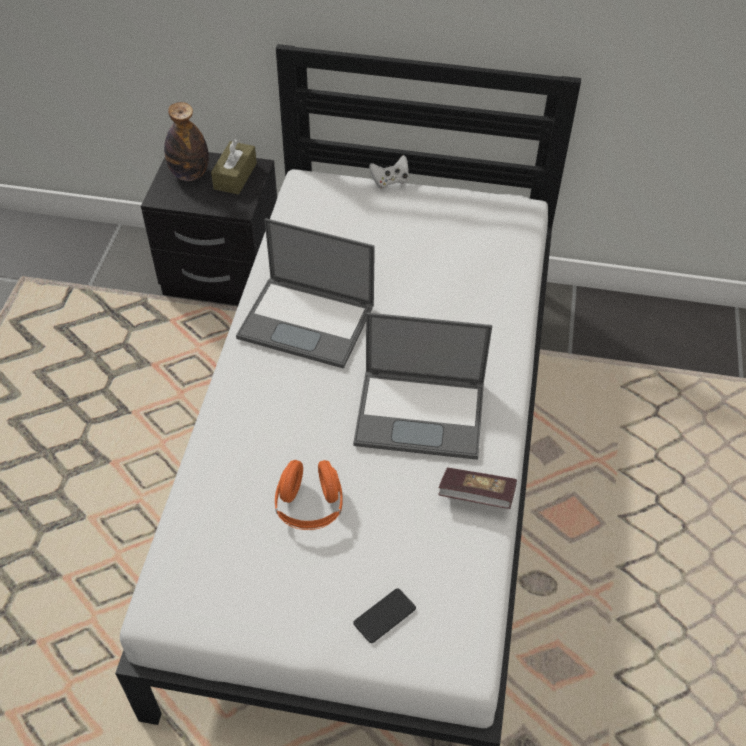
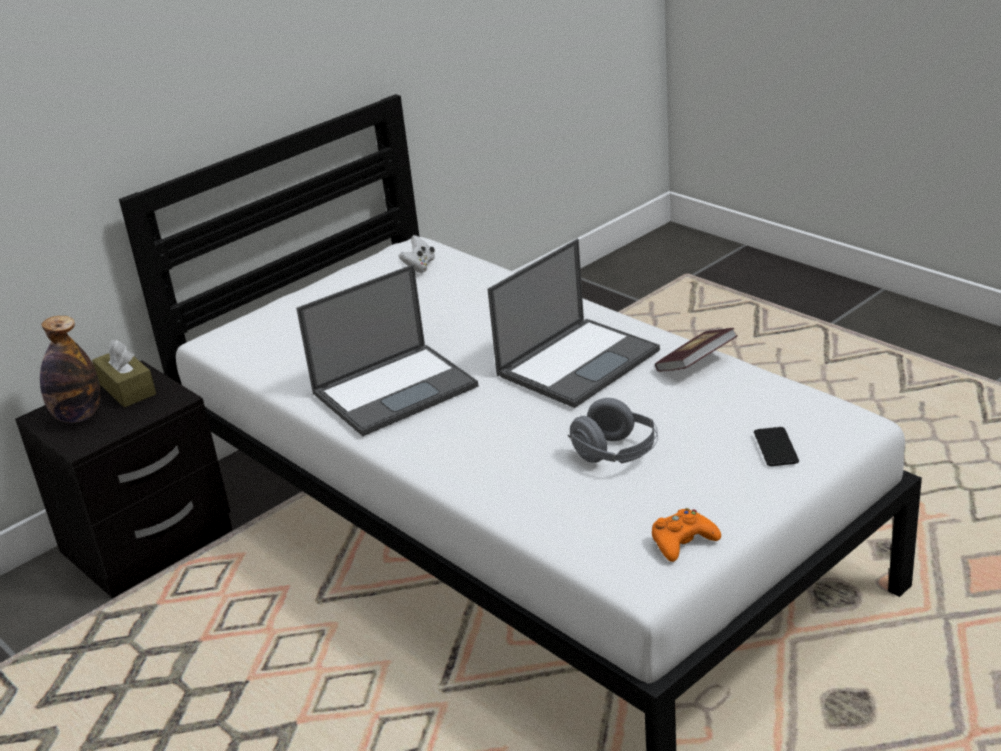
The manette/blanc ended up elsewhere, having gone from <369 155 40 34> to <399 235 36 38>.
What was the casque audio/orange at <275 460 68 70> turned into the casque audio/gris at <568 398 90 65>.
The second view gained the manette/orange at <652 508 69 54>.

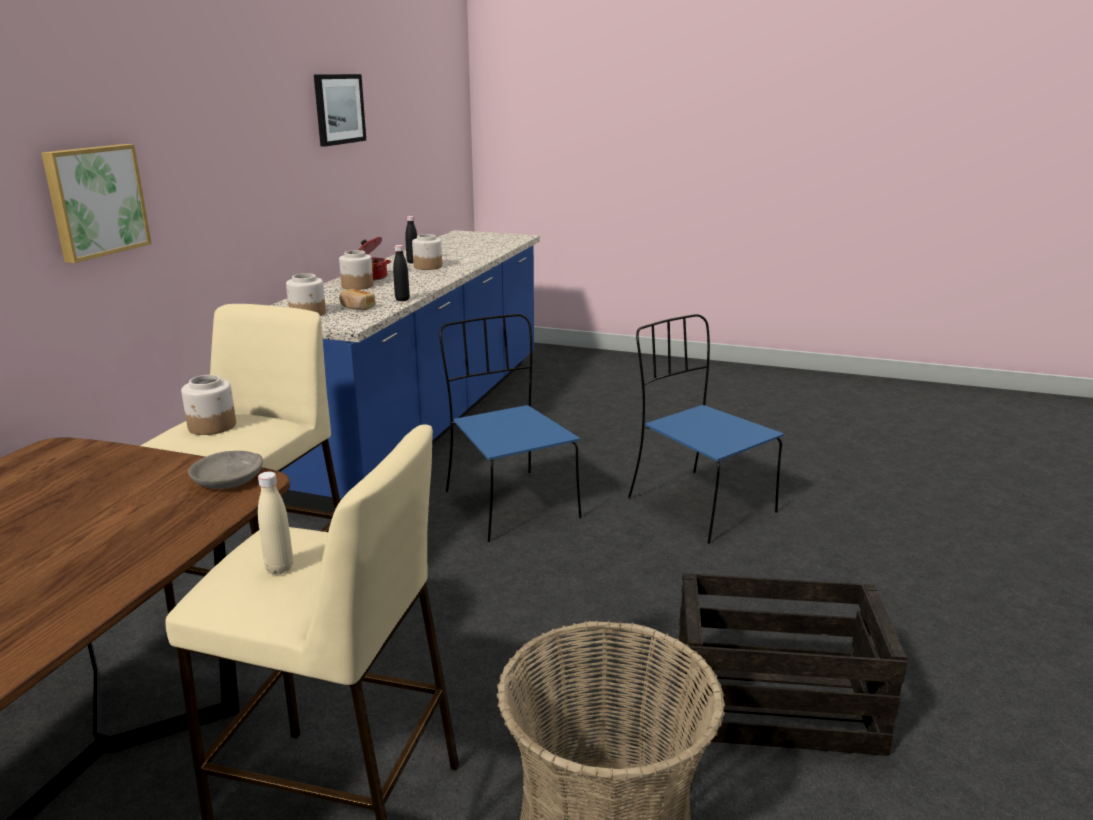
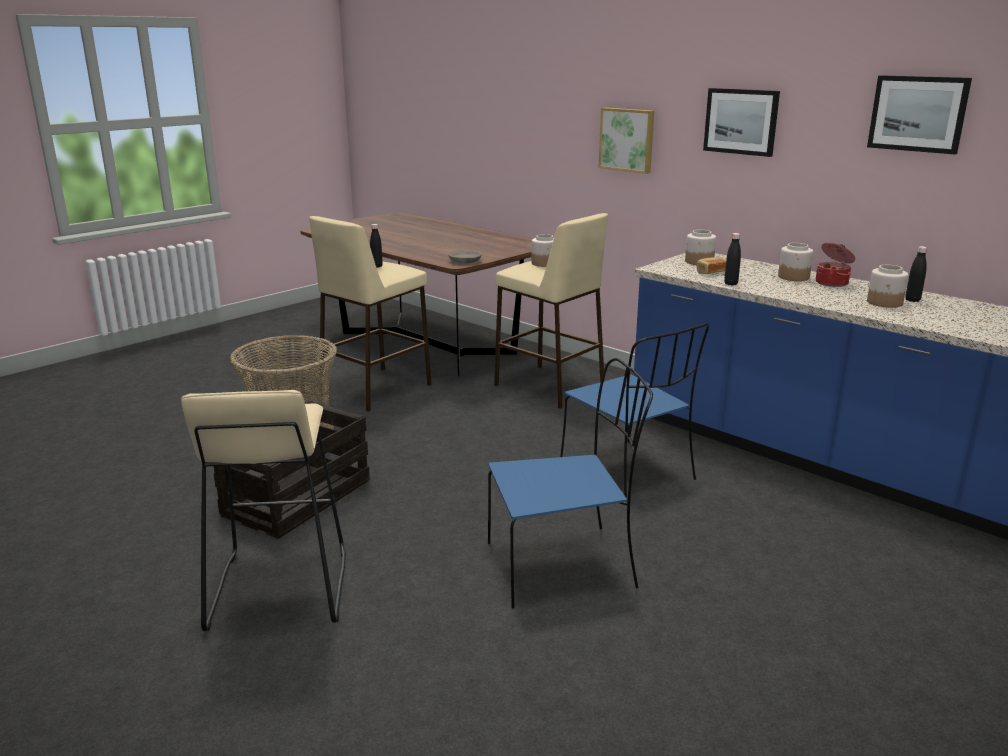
The chaise/bleu at <439 314 143 228> ended up facing another way, 60 degrees clockwise from before.
What was the bouteille/beige at <258 472 35 102> turned into the bouteille/noir at <370 224 13 44>.
The second view gained the tableau at <703 88 77 69>.
The second view gained the tabouret/beige at <181 390 165 241>.

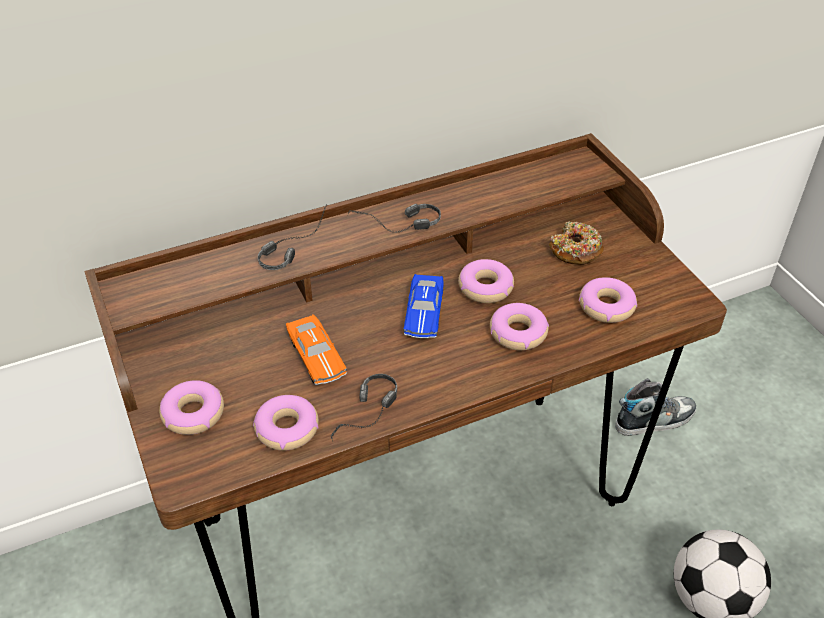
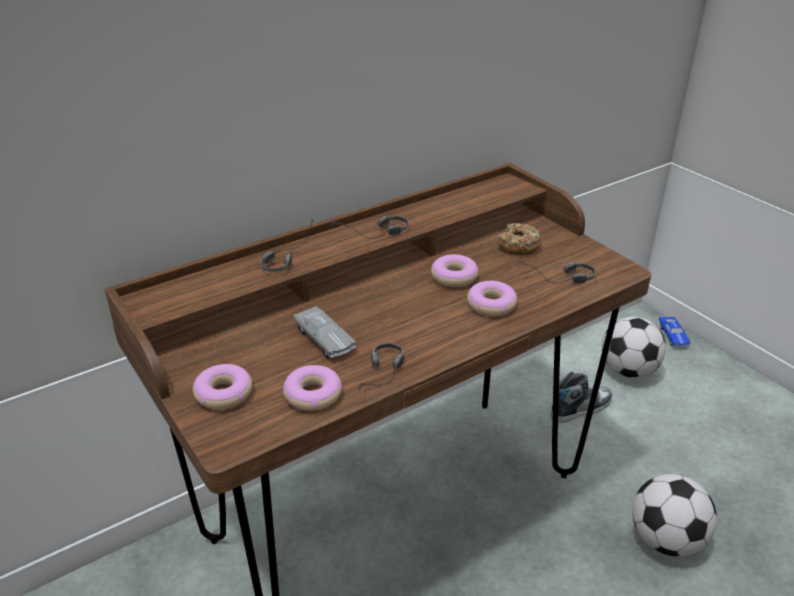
The petite voiture/bleu ended up elsewhere, having gone from <404 274 40 64> to <659 317 31 30>.
Where the beignet stood at <579 277 58 46>, the casque audio came to stand at <517 261 79 23>.
What was the petite voiture/orange at <286 314 61 71> turned into the petite voiture/gris at <293 306 63 52>.
The second view gained the ballon de foot at <602 317 64 61>.

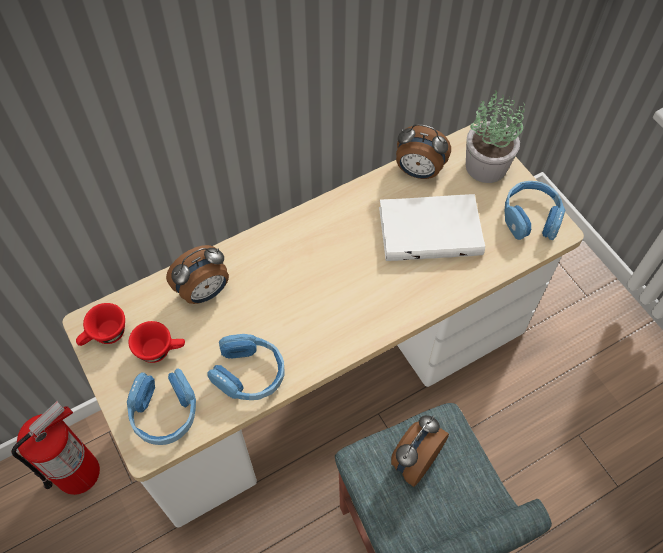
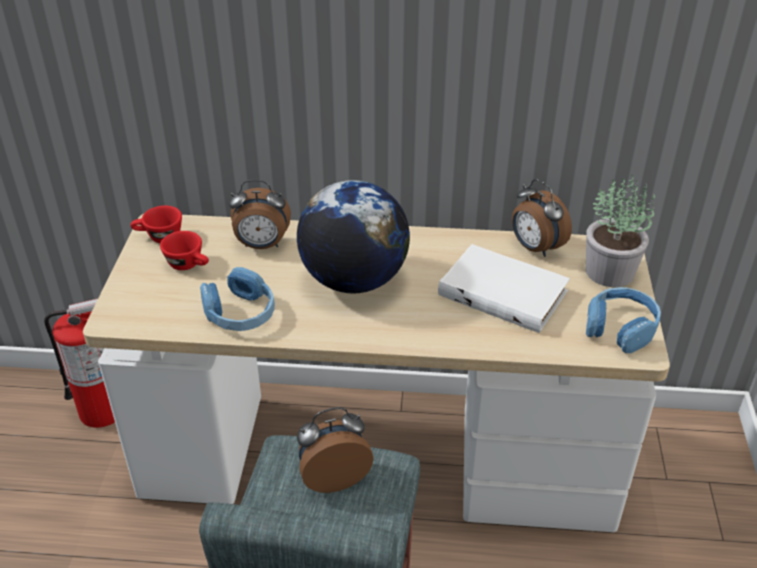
The second view lost the casque audio/bleu at <127 368 69 77>.
The second view gained the globe at <297 180 113 113>.

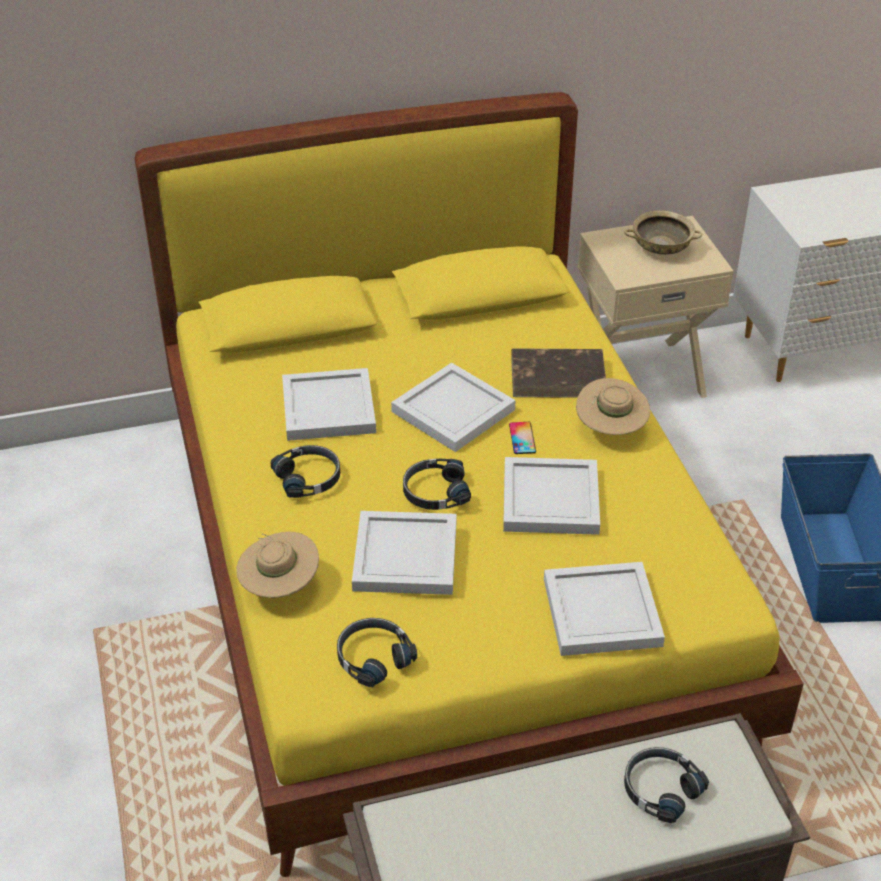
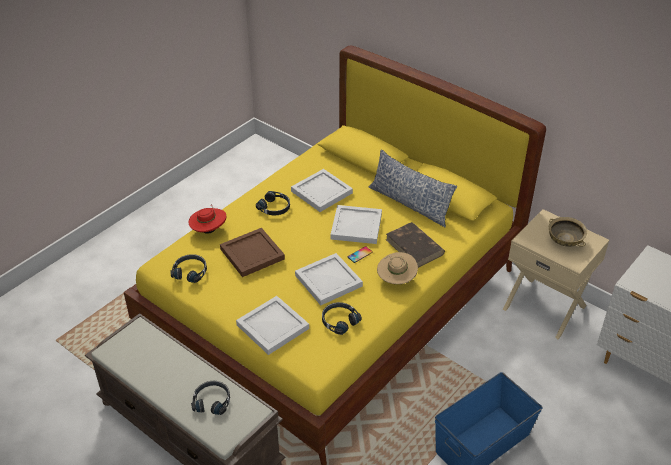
The casque audio/noir ended up elsewhere, having gone from <403 459 68 51> to <322 302 40 33>.
What was the plateau/blanc at <352 511 105 84> turned into the plateau/marron at <220 228 65 49>.
What was the chapeau/beige at <236 532 83 66> turned into the chapeau/rouge at <188 204 38 30>.
The second view gained the coussin at <368 149 89 78>.

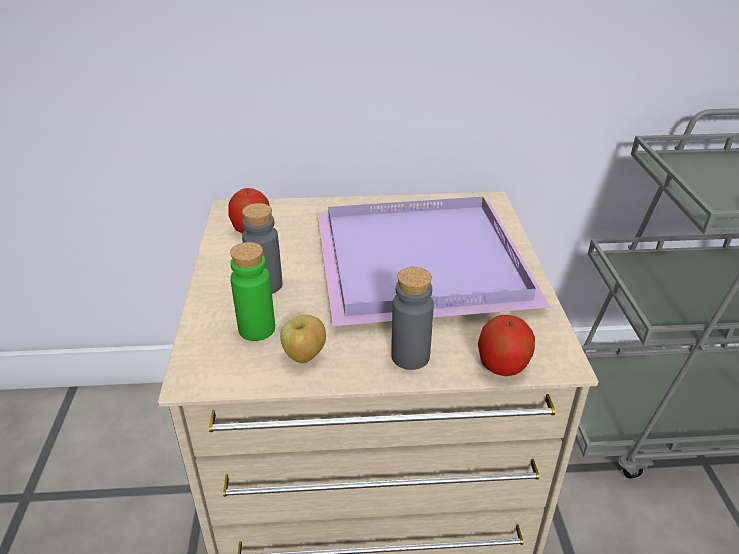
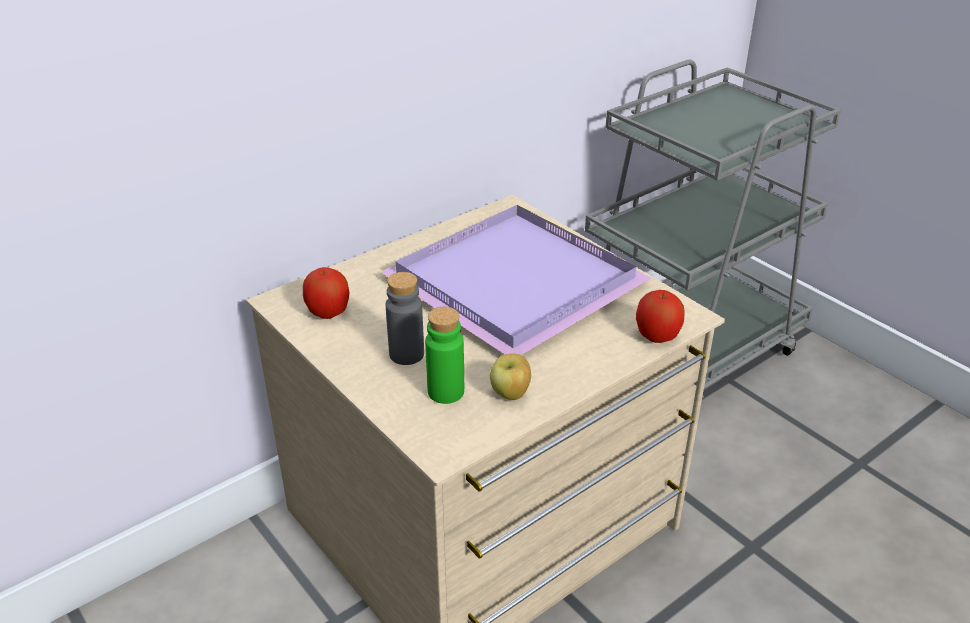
The second view lost the bouteille/gris at <391 267 43 103>.

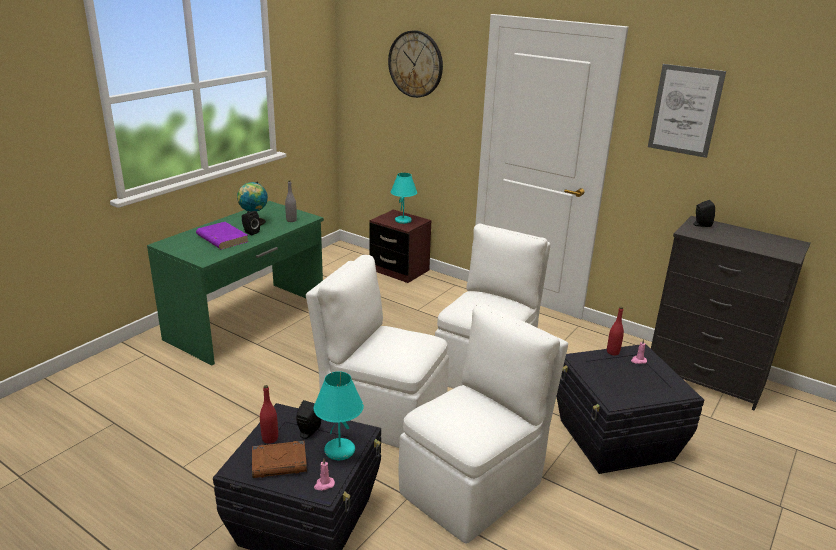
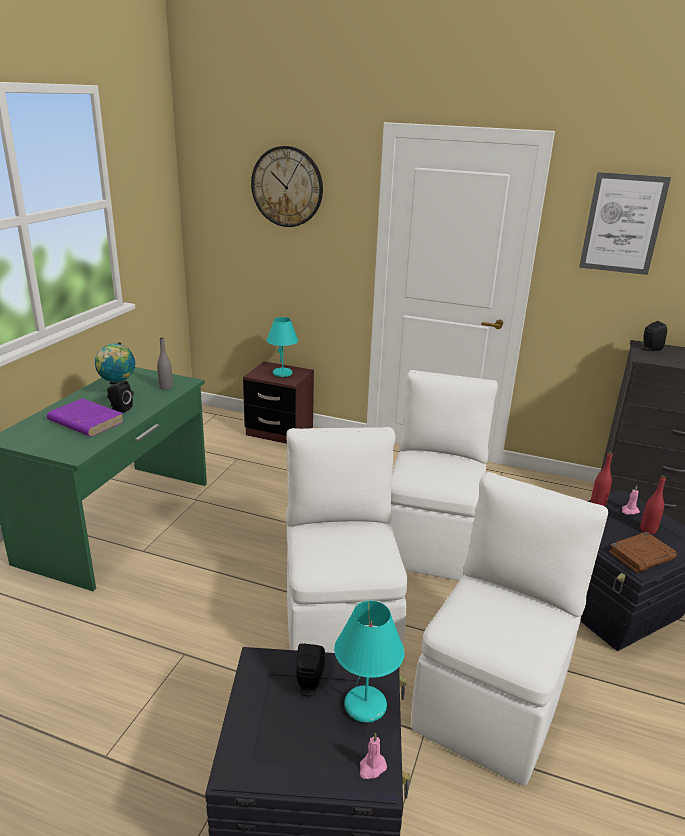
The chaise/blanc at <306 255 143 193> ended up facing another way, 75 degrees clockwise from before.
The bouteille/rouge ended up elsewhere, having gone from <260 385 18 59> to <640 475 26 59>.
The livre/marron ended up elsewhere, having gone from <252 441 55 37> to <609 532 68 41>.

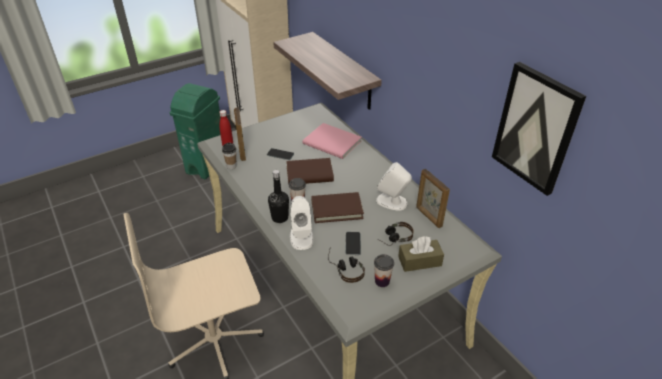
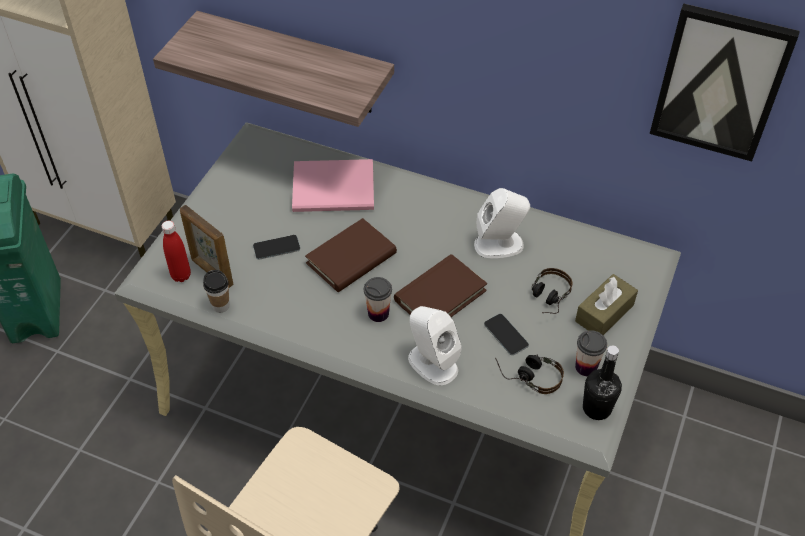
The second view lost the cadre photo at <416 169 34 59>.
The bouteille/noir ended up elsewhere, having gone from <268 170 21 53> to <583 346 39 74>.

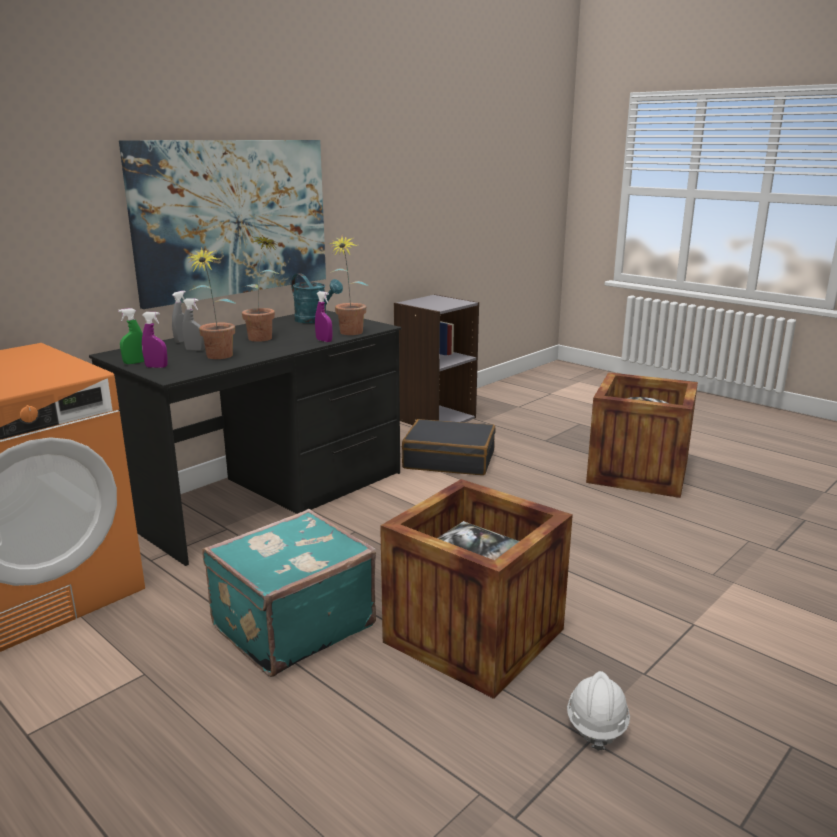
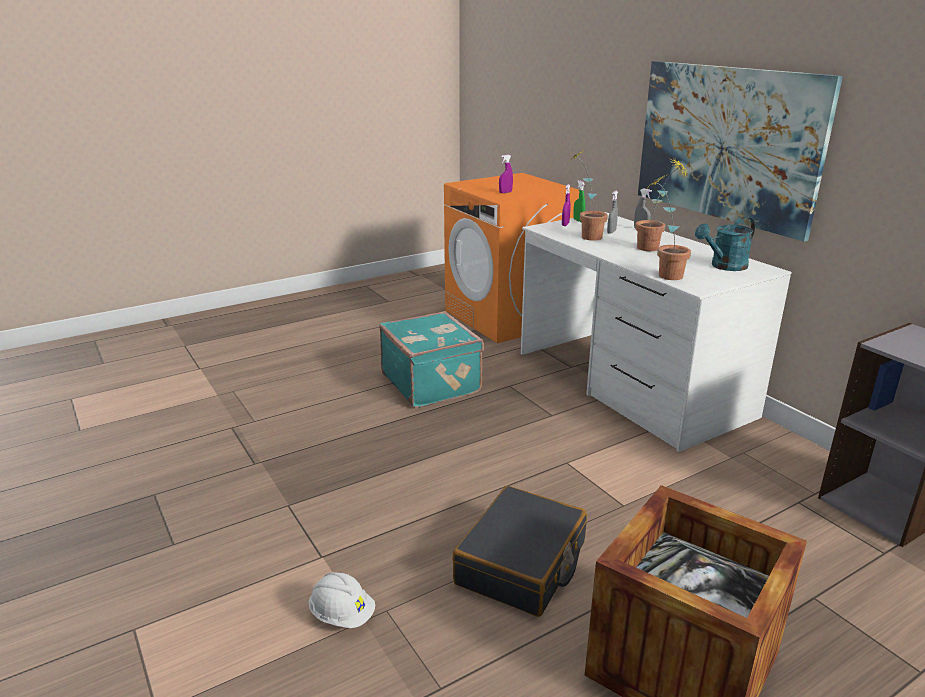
The vaporisateur/violet ended up elsewhere, having gone from <315 291 17 51> to <499 155 14 38>.
What was the bureau/noir at <89 310 312 256> turned into the bureau/blanc at <521 212 271 240>.
The valise/noir ended up elsewhere, having gone from <402 419 94 56> to <452 486 135 131>.
The second view lost the caisse at <380 479 193 220>.
The casque de chantier/blanc ended up elsewhere, having gone from <567 671 63 80> to <308 572 67 56>.

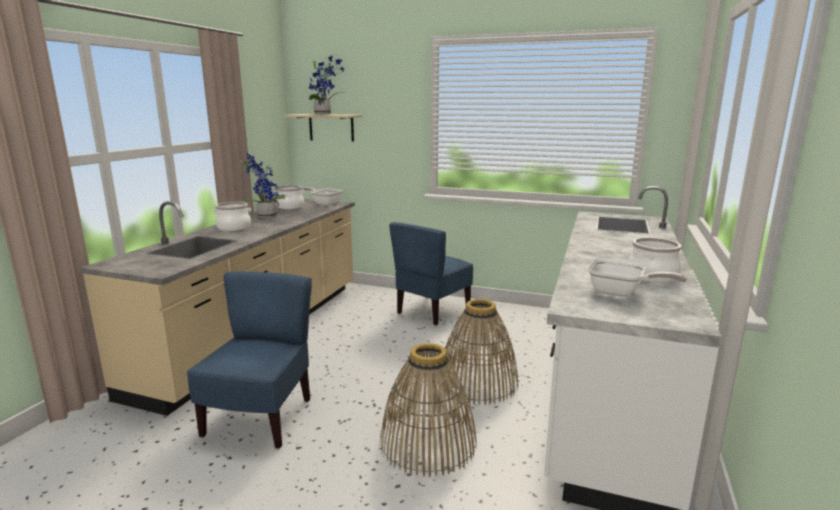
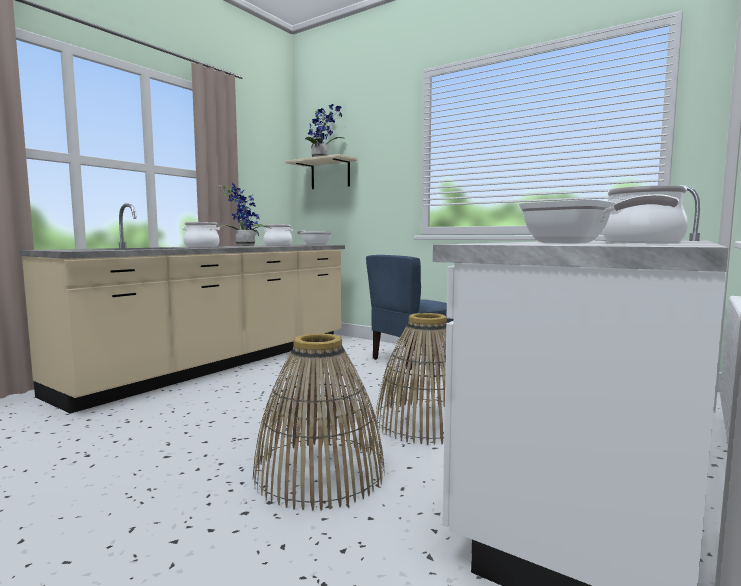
The second view lost the chaise/bleu at <187 271 125 178>.

